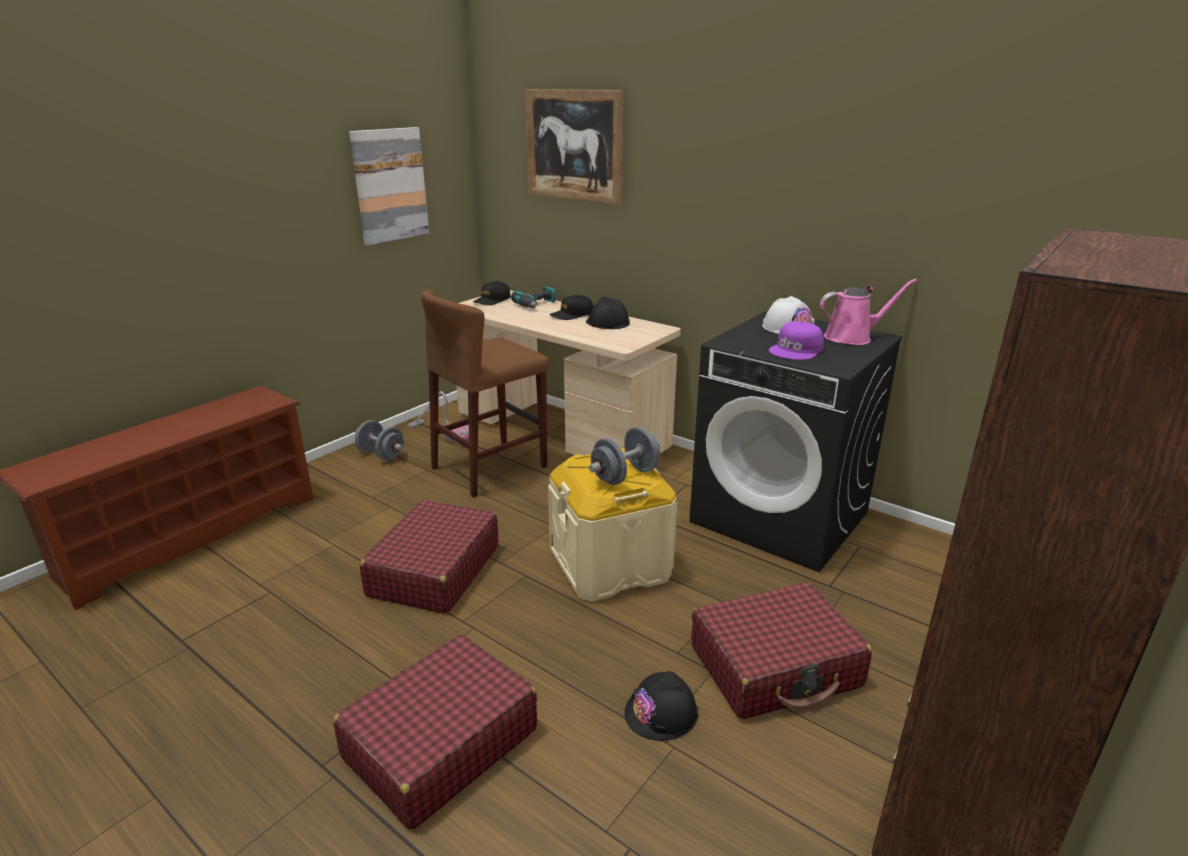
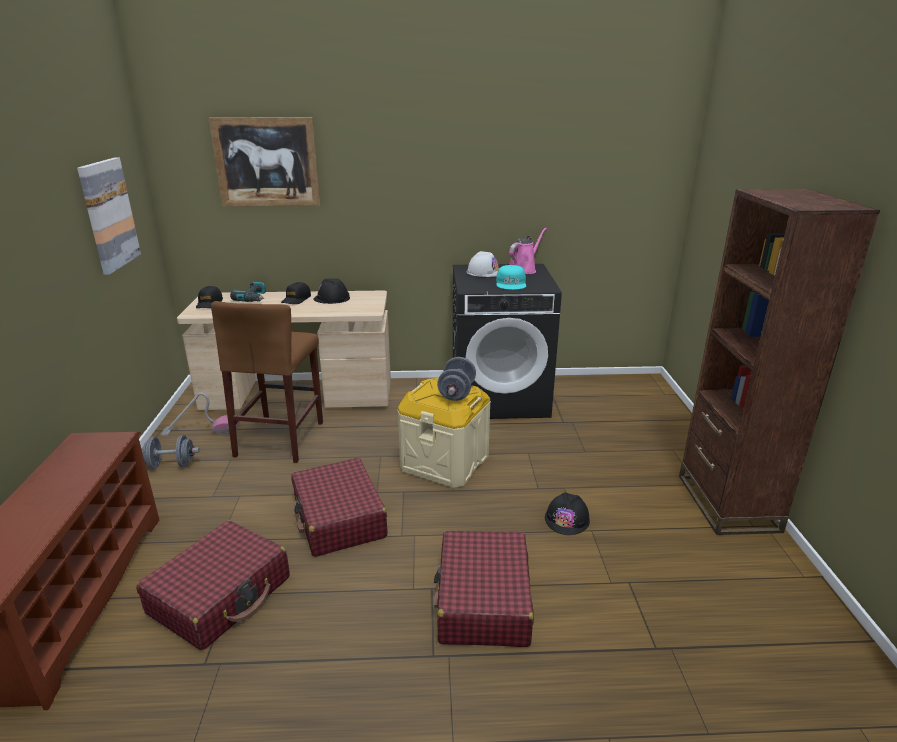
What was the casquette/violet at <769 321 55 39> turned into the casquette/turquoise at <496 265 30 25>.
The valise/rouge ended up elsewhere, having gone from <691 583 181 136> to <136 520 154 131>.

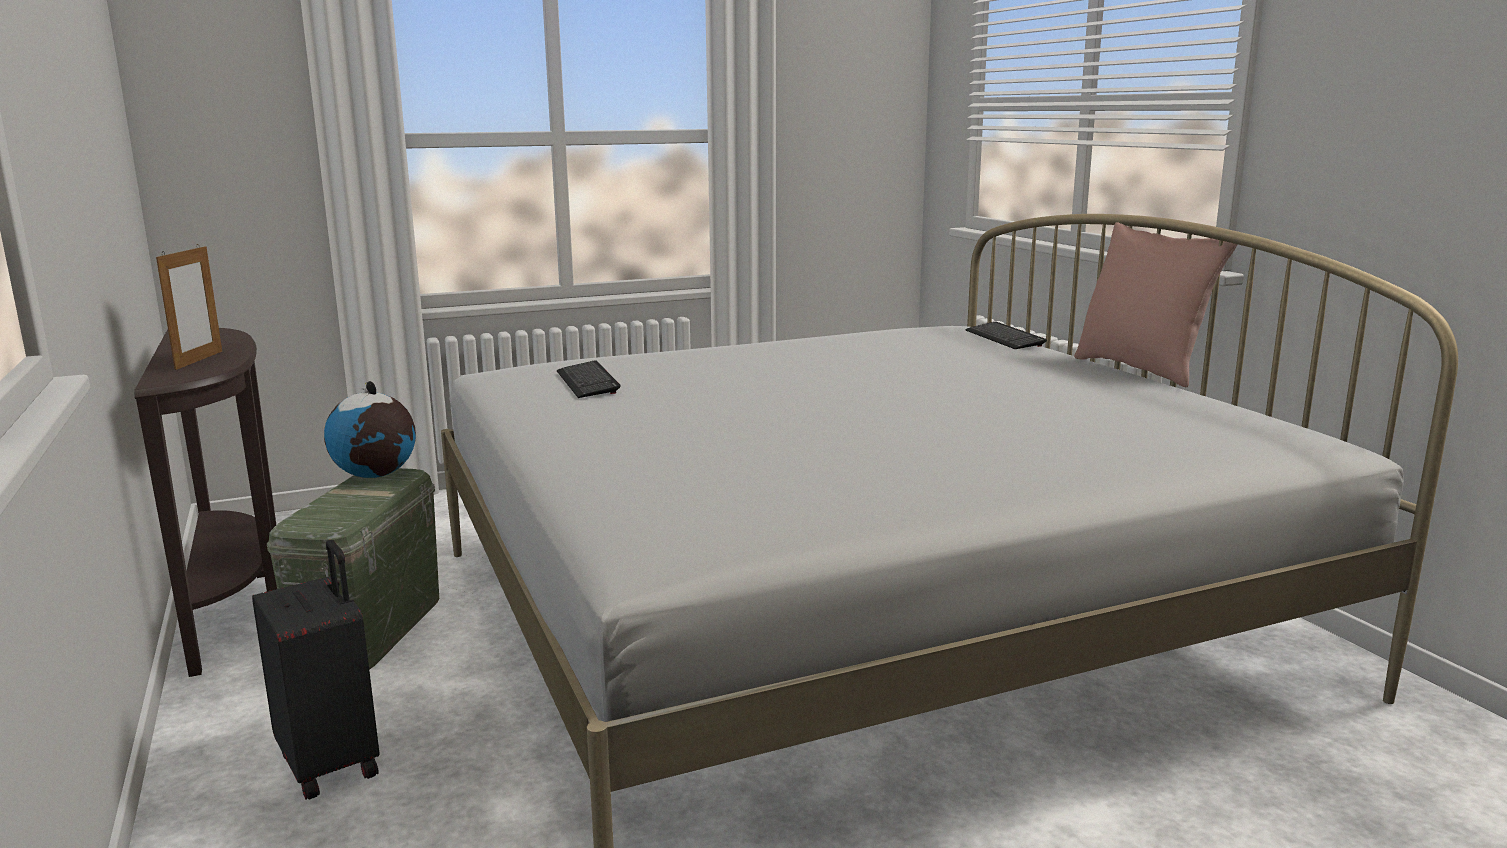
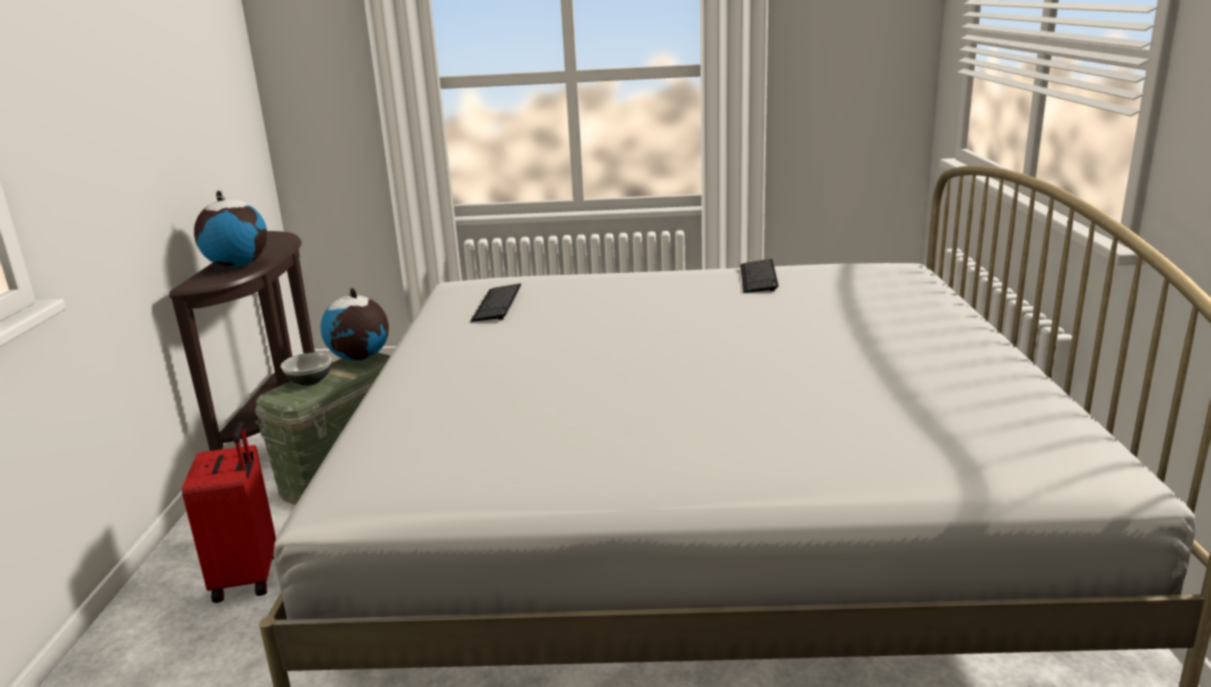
The second view lost the coussin/rose at <1074 222 164 165>.
Where the cadre photo stood at <156 244 66 126>, the globe came to stand at <194 191 73 77>.
The clavier ended up elsewhere, having gone from <965 322 82 27> to <740 259 39 34>.
What was the valise/noir at <252 540 128 260> turned into the valise/rouge at <182 422 94 181>.
The second view gained the bol at <281 353 50 33>.

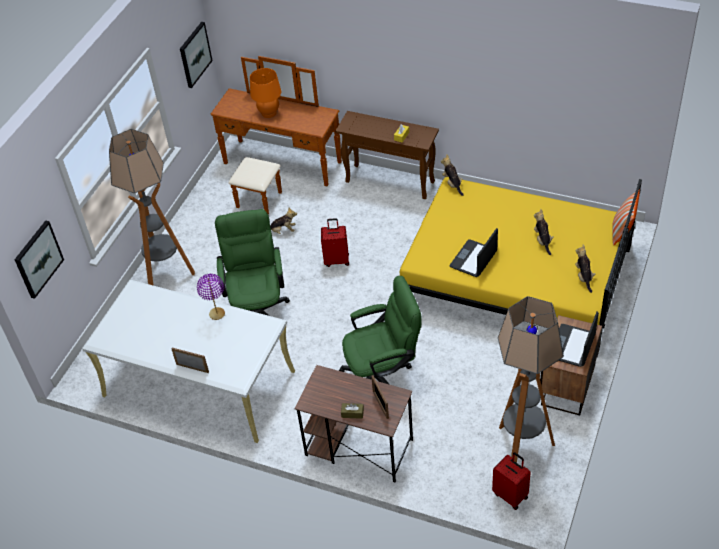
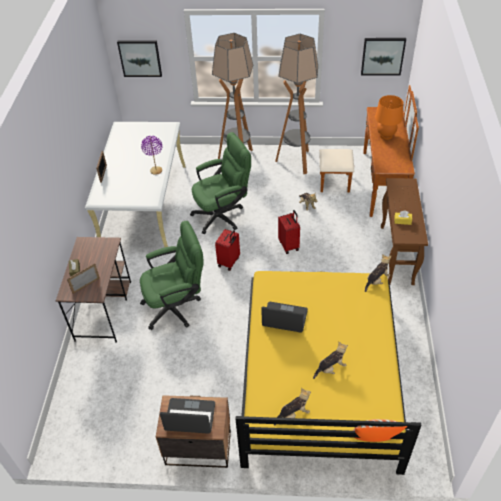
The chaise de bureau/vert at <339 276 82 109> ended up facing another way, 75 degrees counterclockwise from before.
The lampadaire ended up elsewhere, having gone from <498 296 66 167> to <275 34 43 140>.
The valise/rouge ended up elsewhere, having gone from <492 452 39 58> to <215 229 25 42>.

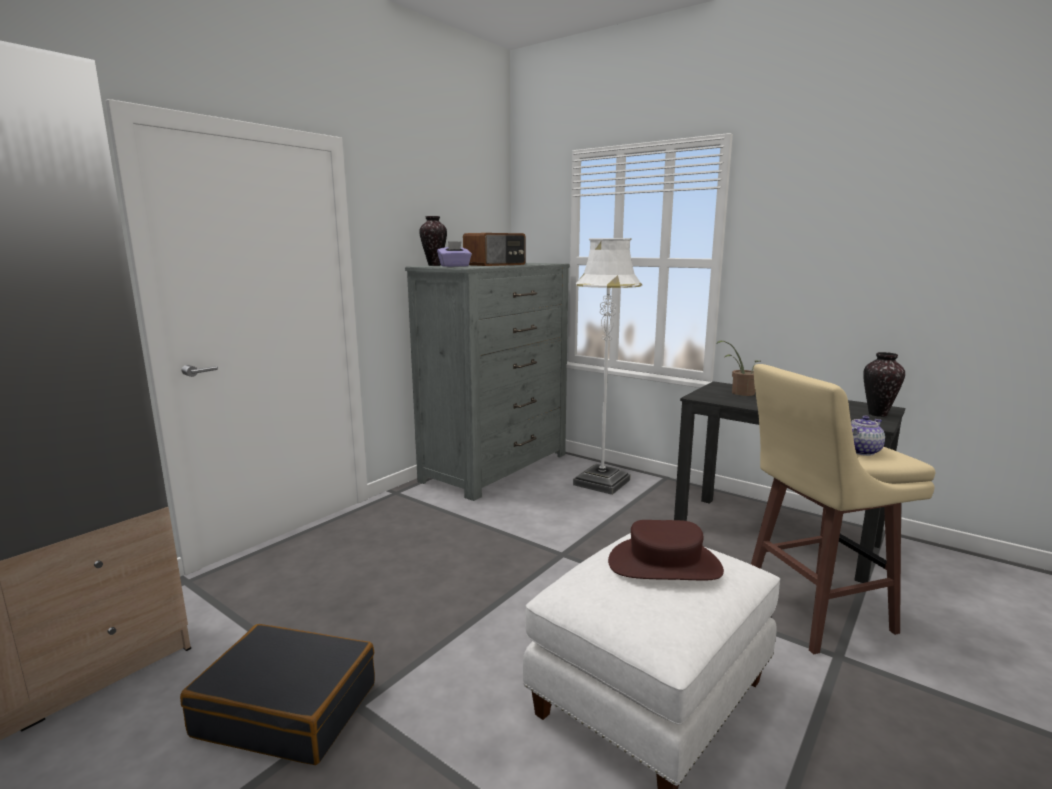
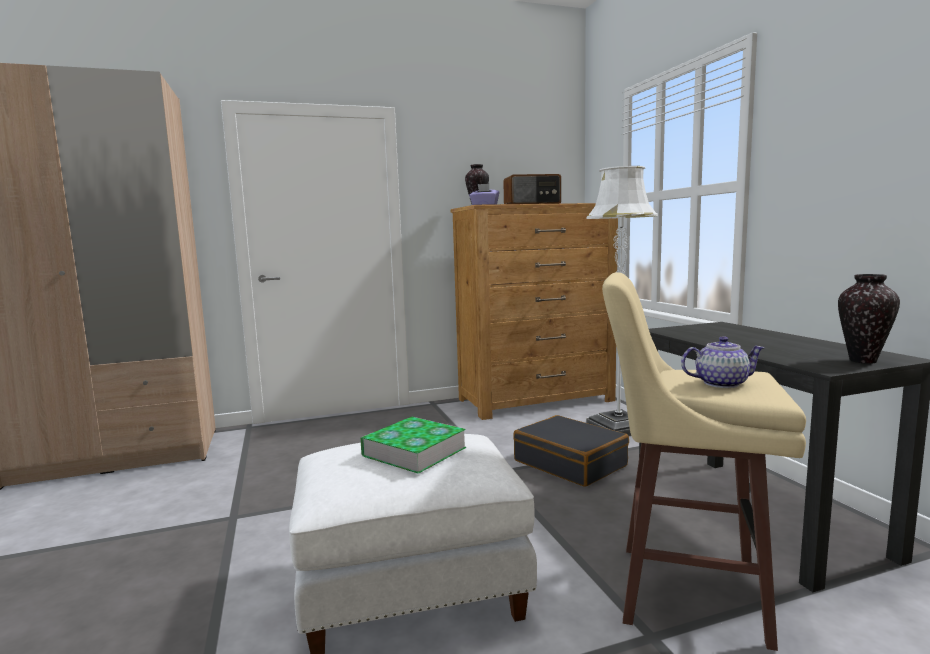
What was the commode/gris at <405 263 165 238> turned into the commode/marron at <451 203 167 217>.
The second view lost the plante en pot at <717 341 44 55>.
Where the chapeau/marron stood at <608 520 116 60>, the livre came to stand at <360 416 106 58>.
The valise/noir ended up elsewhere, having gone from <180 624 195 141> to <513 415 116 72>.

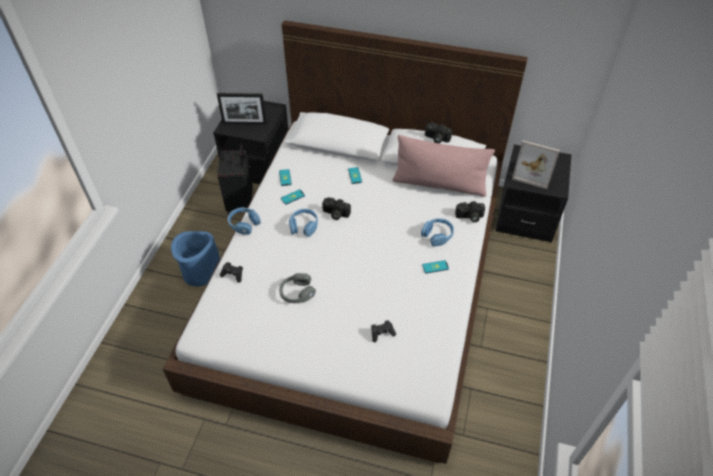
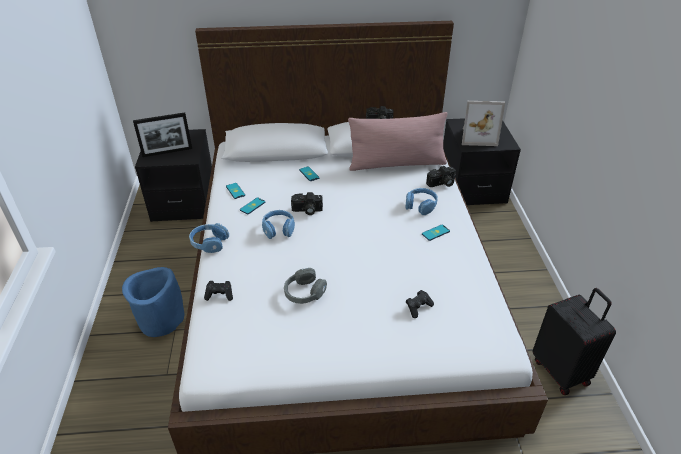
The valise/noir ended up elsewhere, having gone from <217 144 36 71> to <533 288 83 107>.

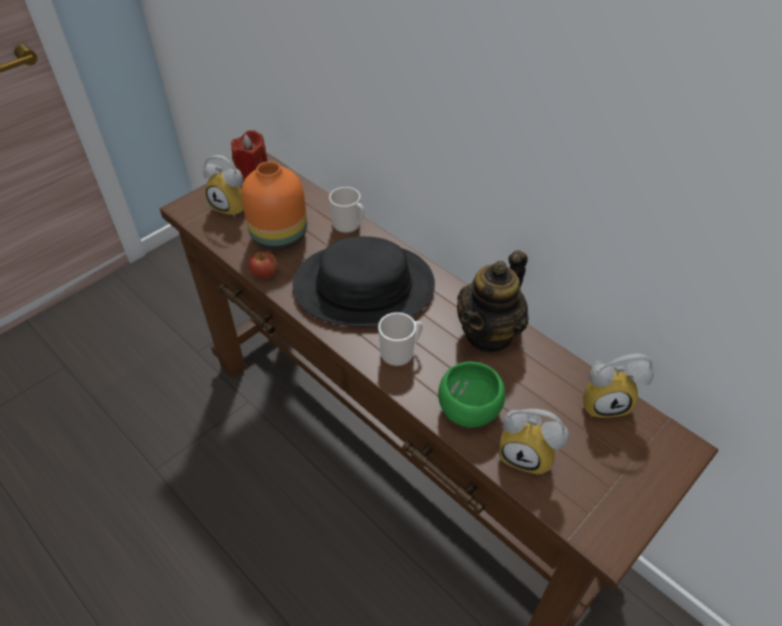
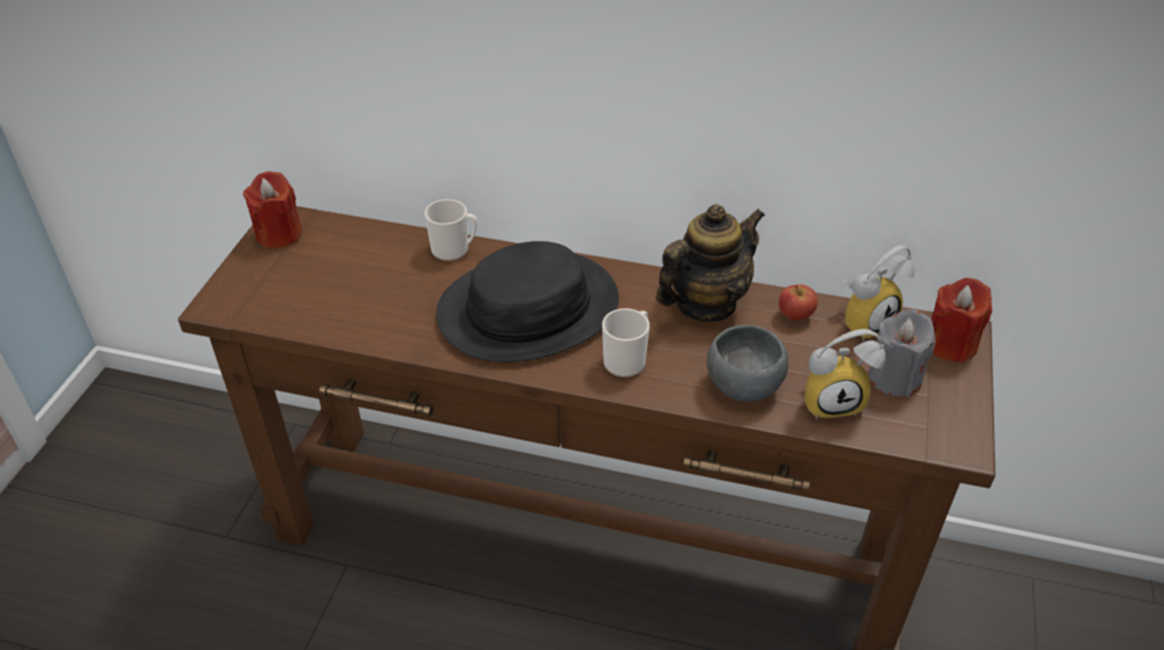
The second view lost the réveil at <203 155 41 63>.
The second view lost the vase/orange at <241 161 66 90>.
The théière at <457 250 72 104> ended up facing another way, 135 degrees counterclockwise from before.
The pomme ended up elsewhere, having gone from <248 251 30 27> to <779 284 39 37>.
What was the bol/vert at <438 361 67 67> turned into the bol/gris at <707 325 81 76>.
The second view gained the bougie/rouge at <931 278 61 85>.
The second view gained the bougie/gris at <868 309 68 88>.

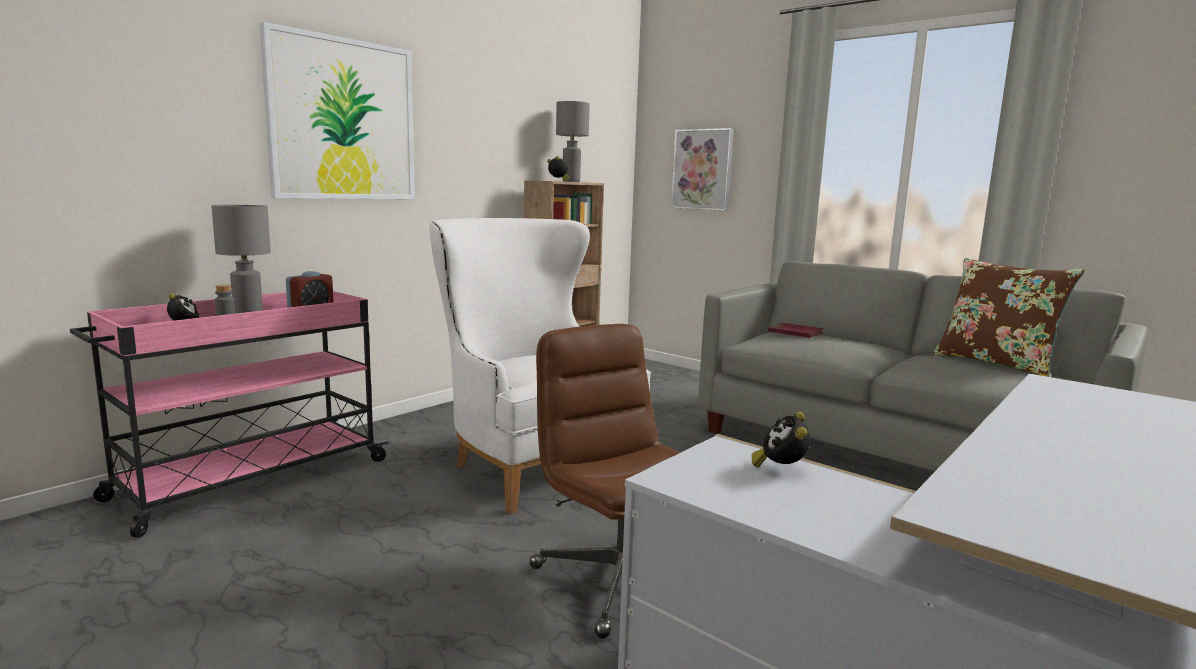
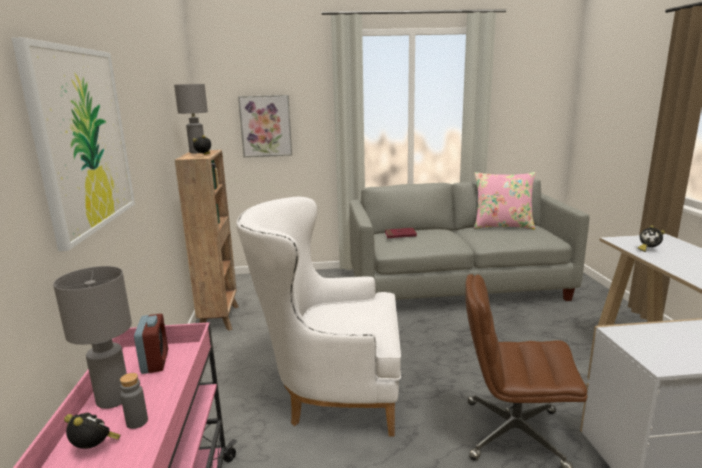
What was the coussin/marron at <933 258 152 119> turned into the coussin/rose at <474 172 62 58>.
The réveil ended up elsewhere, having gone from <752 412 58 56> to <638 225 27 27>.

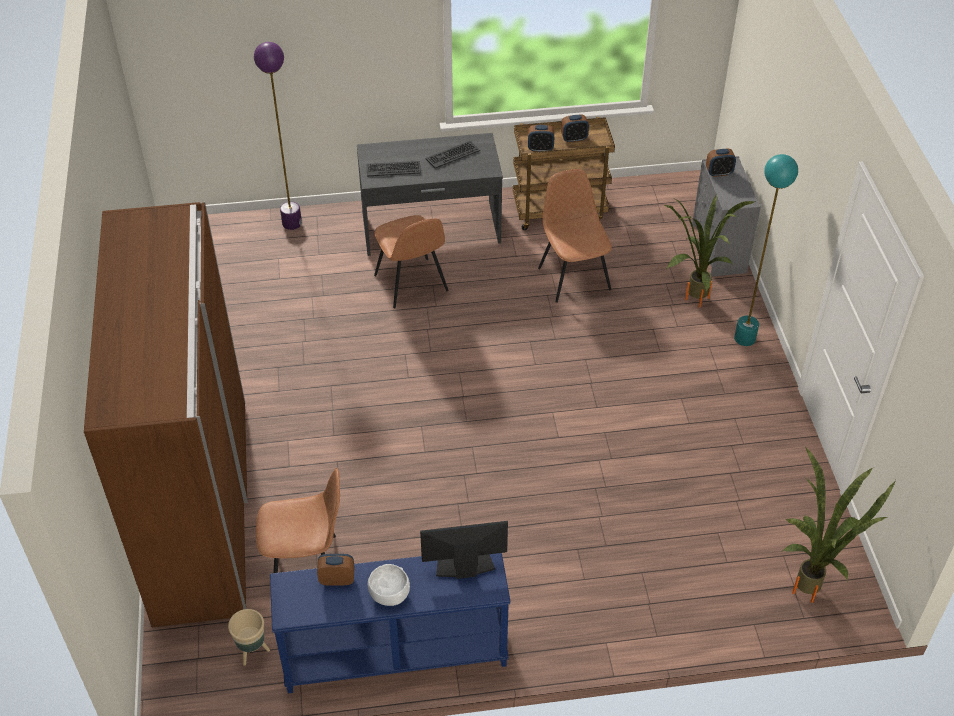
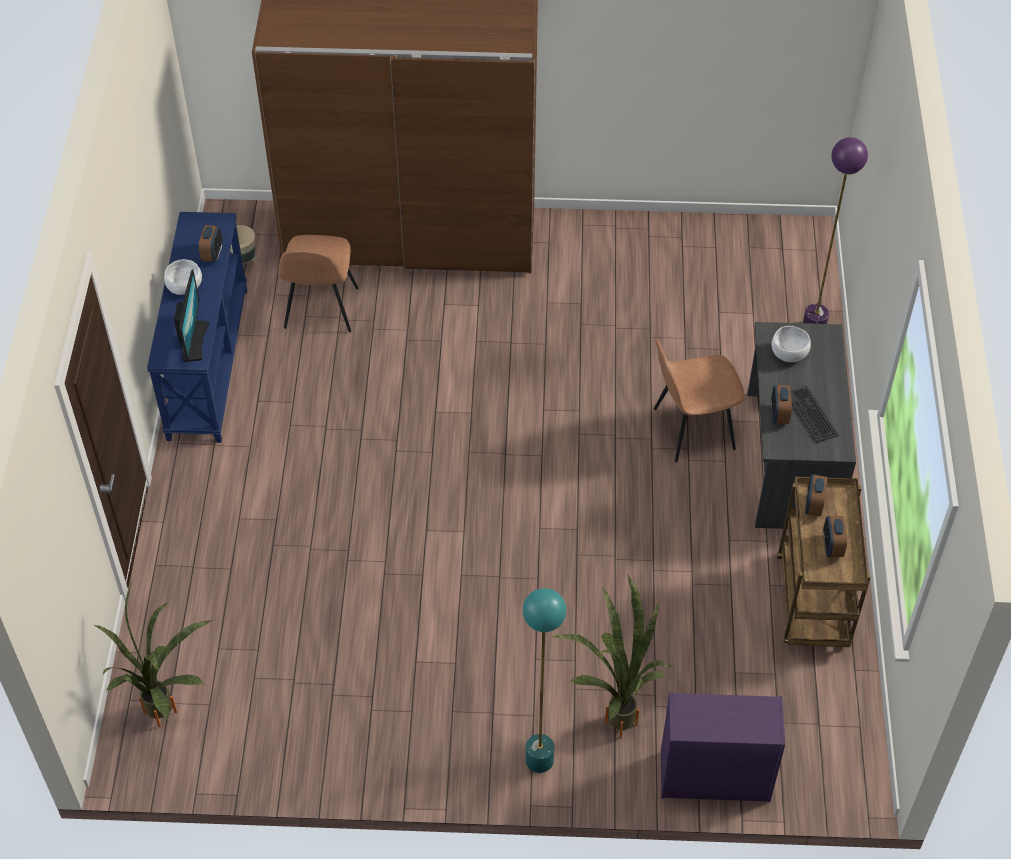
The réveil ended up elsewhere, having gone from <706 149 30 28> to <771 385 21 39>.
What was the commode/gris at <692 156 69 121> turned into the commode/violet at <661 692 124 111>.
Where the clavier stood at <367 161 54 16>, the bol/blanc came to stand at <771 326 40 36>.
The second view lost the chaise/marron at <538 169 74 134>.

